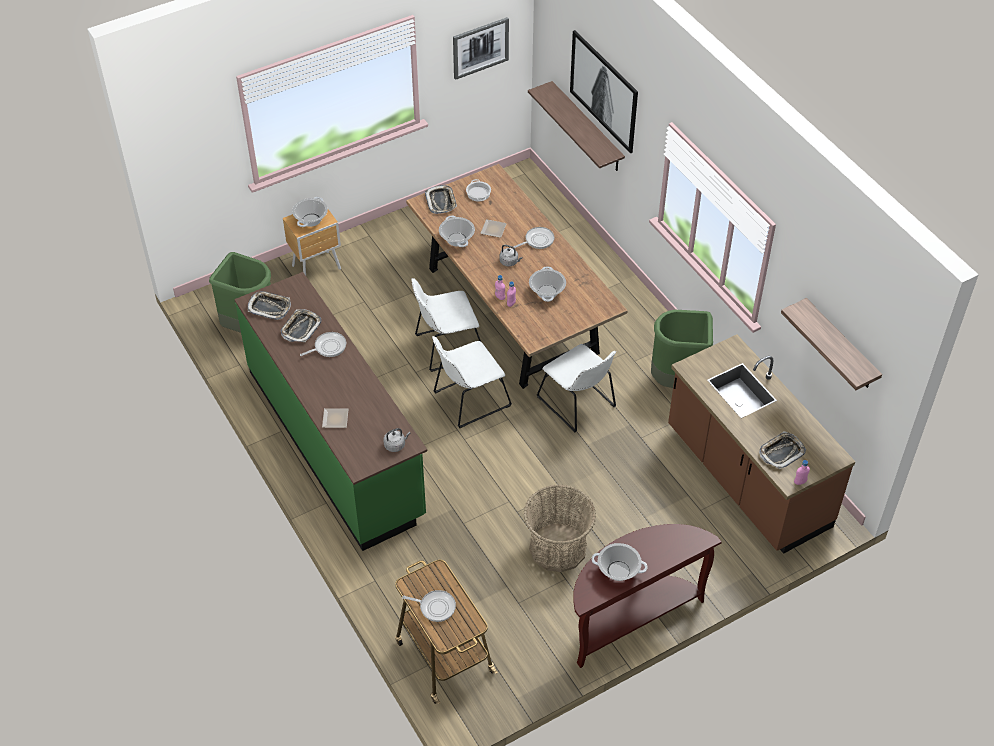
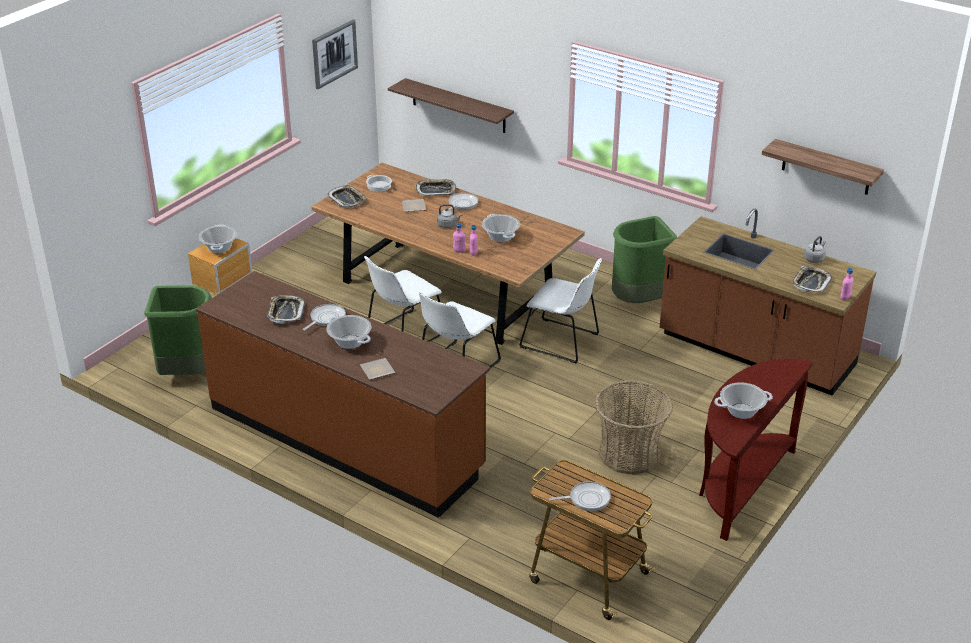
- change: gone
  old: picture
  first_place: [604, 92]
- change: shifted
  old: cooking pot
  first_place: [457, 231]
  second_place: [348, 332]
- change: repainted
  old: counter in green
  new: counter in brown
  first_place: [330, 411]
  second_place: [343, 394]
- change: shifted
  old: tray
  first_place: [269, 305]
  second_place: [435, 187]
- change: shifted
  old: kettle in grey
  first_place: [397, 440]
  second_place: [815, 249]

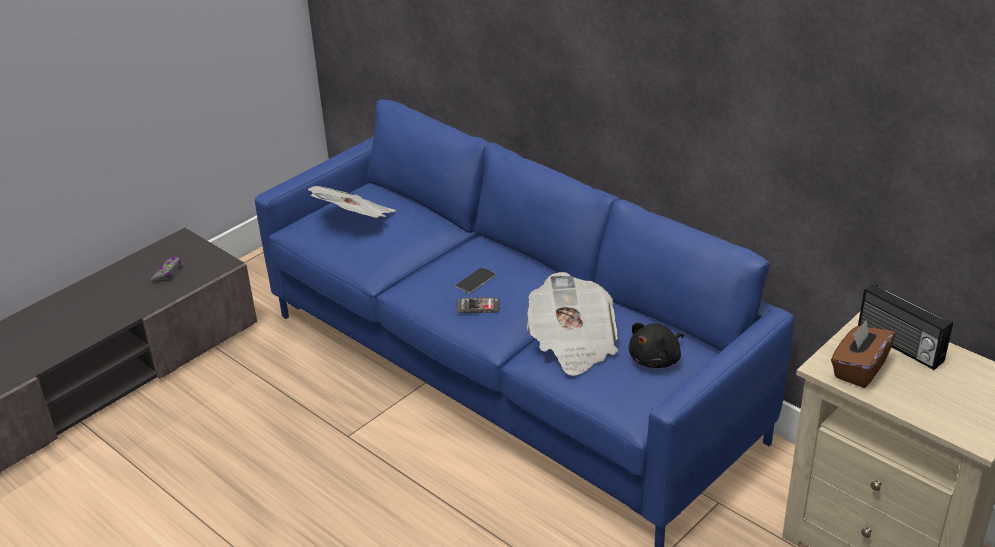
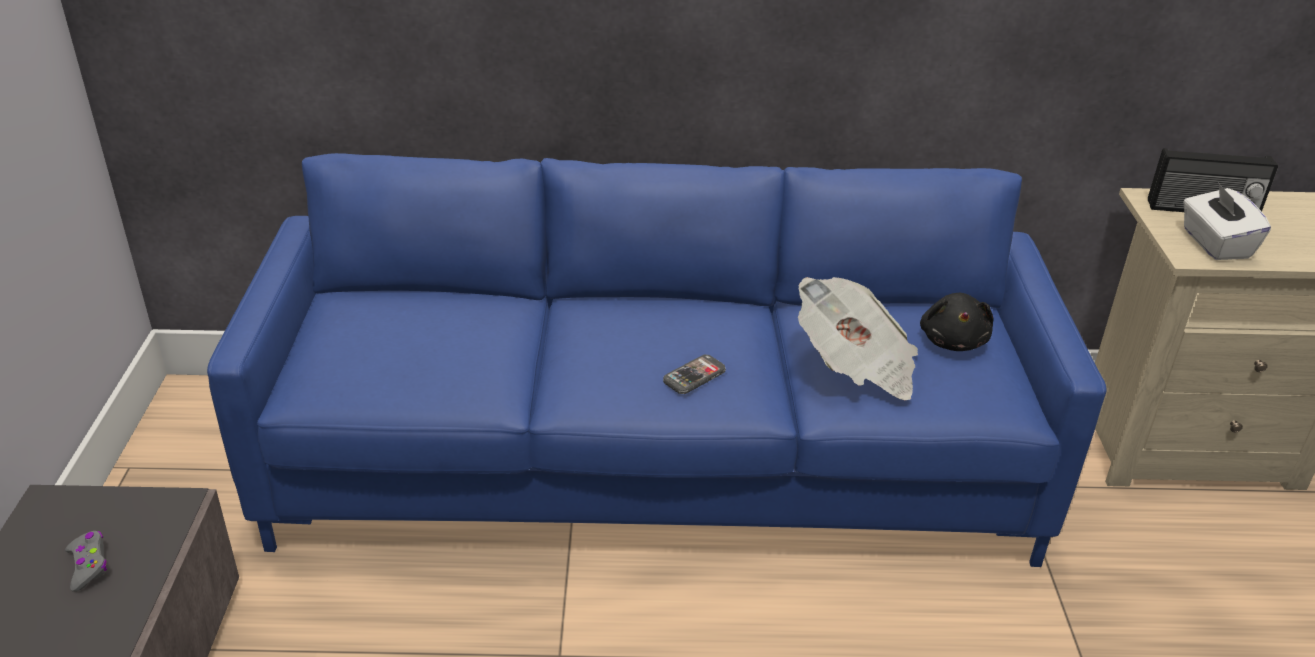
- change: gone
  old: newspaper
  first_place: [352, 202]
- change: gone
  old: phone
  first_place: [475, 280]
- change: repainted
  old: tissue box in brown
  new: tissue box in white
  first_place: [863, 354]
  second_place: [1227, 221]

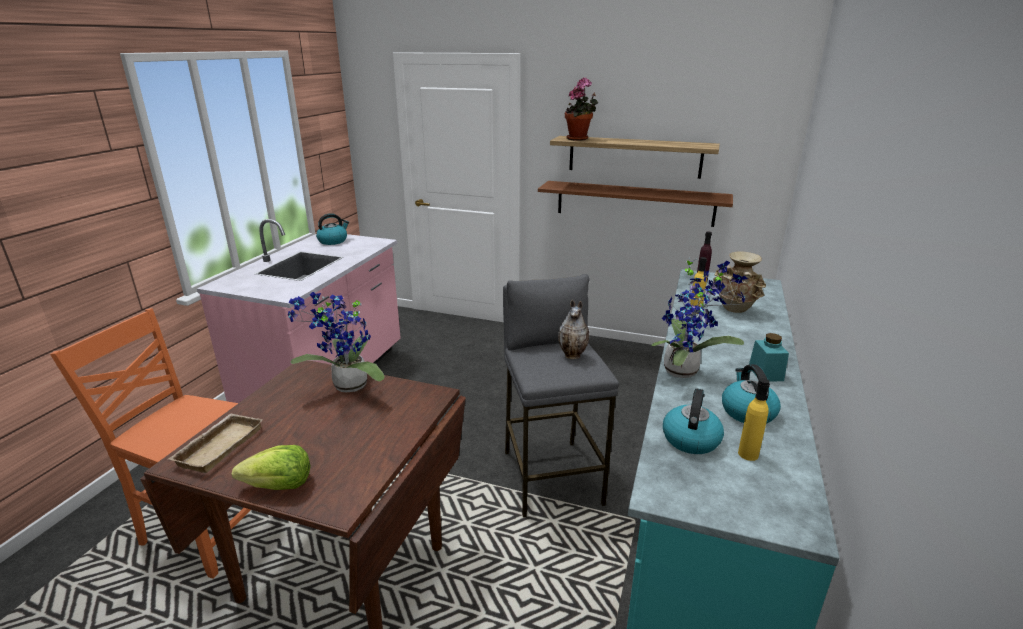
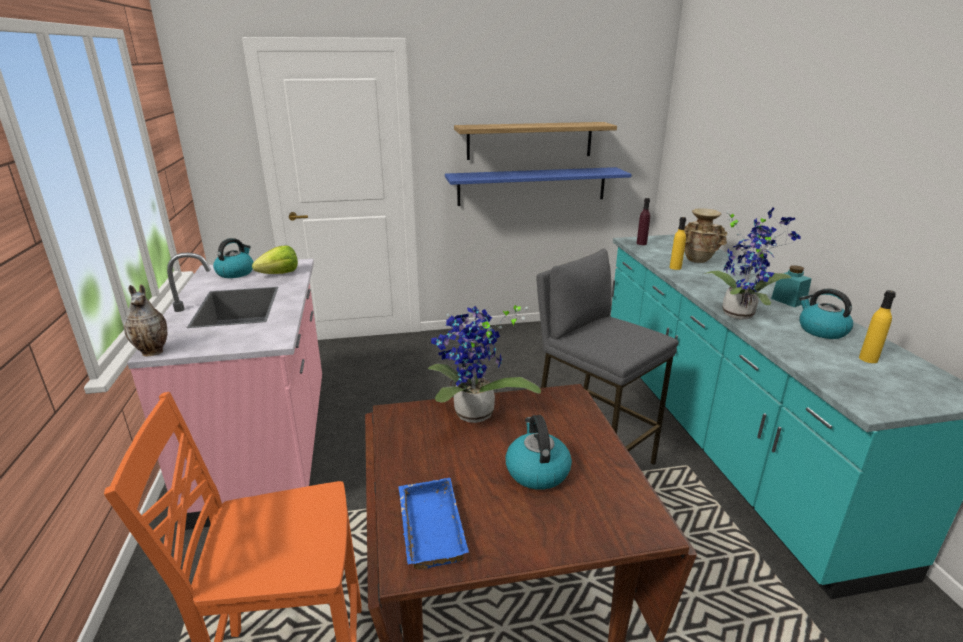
- change: gone
  old: potted plant
  first_place: [581, 109]
- change: repainted
  old: shelf in brown
  new: shelf in blue
  first_place: [635, 204]
  second_place: [538, 186]
- change: shifted
  old: vase
  first_place: [573, 329]
  second_place: [145, 320]
- change: shifted
  old: kettle
  first_place: [693, 421]
  second_place: [538, 452]
- change: repainted
  old: tray in beige
  new: tray in blue
  first_place: [215, 443]
  second_place: [434, 523]
- change: shifted
  old: lettuce
  first_place: [271, 467]
  second_place: [275, 259]

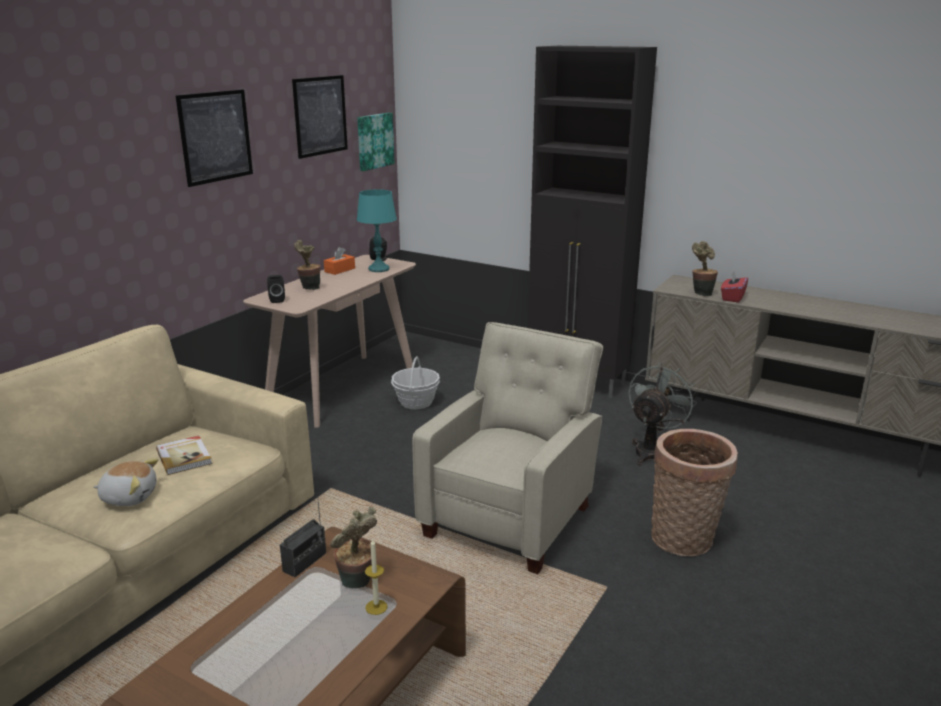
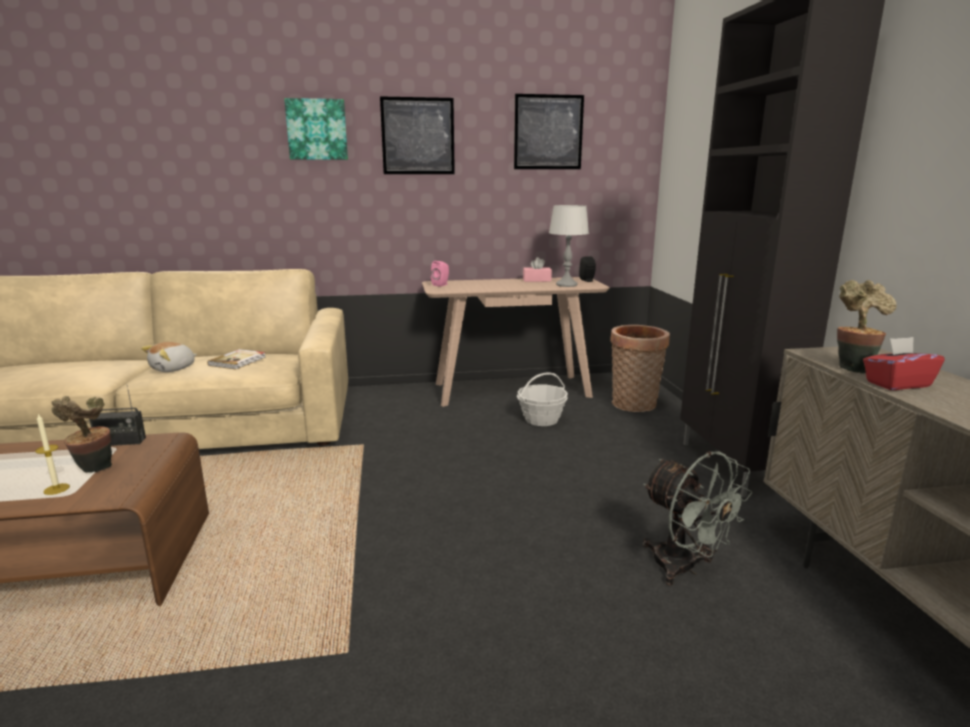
- change: shifted
  old: picture
  first_place: [376, 142]
  second_place: [316, 129]
- change: repainted
  old: table lamp in turquoise
  new: table lamp in grey
  first_place: [376, 230]
  second_place: [569, 246]
- change: gone
  old: potted plant
  first_place: [308, 265]
- change: repainted
  old: tissue box in orange
  new: tissue box in pink
  first_place: [339, 261]
  second_place: [537, 269]
- change: repainted
  old: speaker in black
  new: speaker in pink
  first_place: [276, 289]
  second_place: [440, 274]
- change: gone
  old: armchair in beige
  first_place: [507, 448]
- change: rotated
  old: fan in grey
  first_place: [662, 414]
  second_place: [698, 518]
  degrees: 60
- change: shifted
  old: basket
  first_place: [694, 492]
  second_place: [640, 368]
- change: rotated
  old: plush toy
  first_place: [126, 482]
  second_place: [169, 357]
  degrees: 75

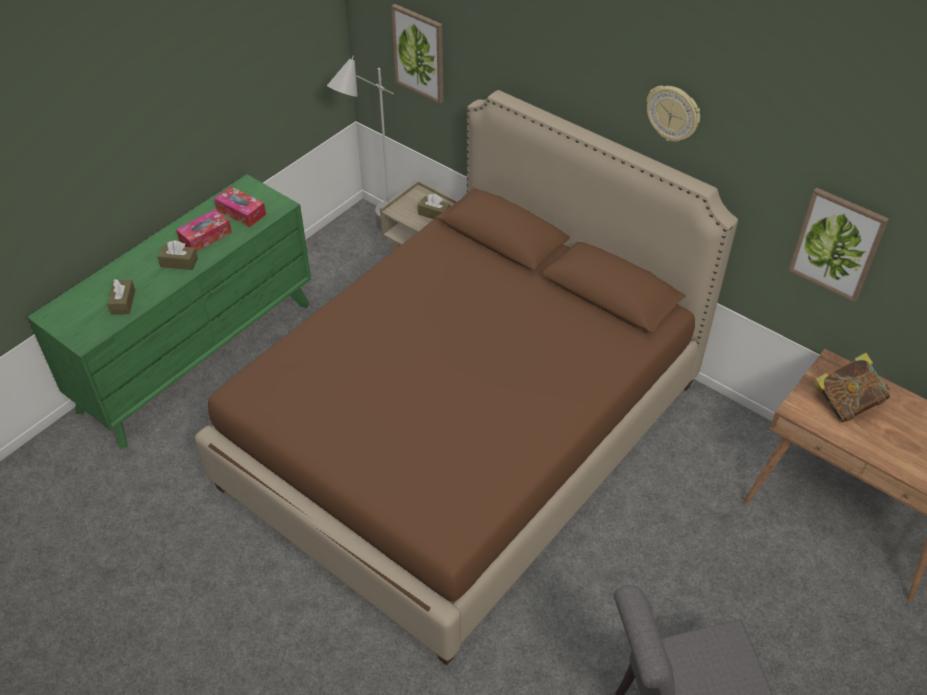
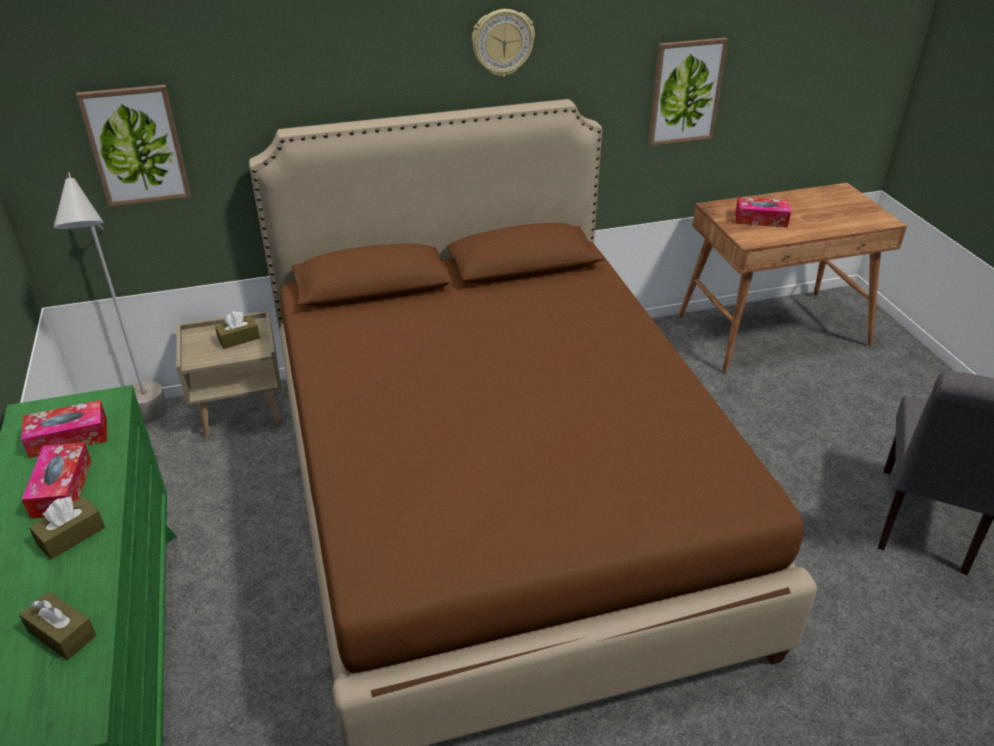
- change: swapped
  old: book
  new: tissue box
  first_place: [851, 387]
  second_place: [763, 212]

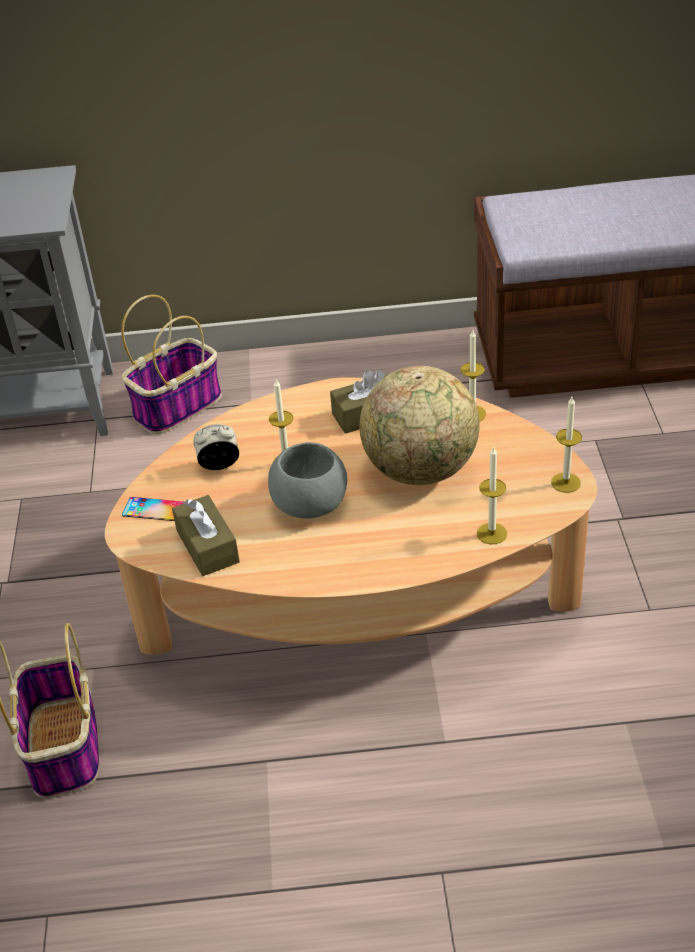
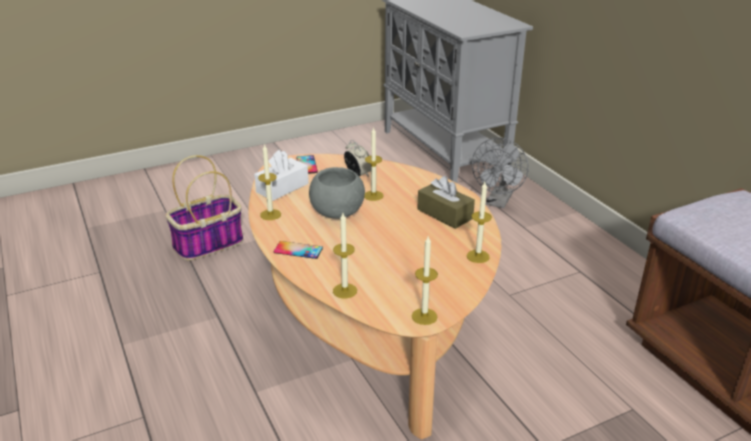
- change: swapped
  old: basket
  new: fan in grey
  first_place: [171, 364]
  second_place: [500, 173]
- change: gone
  old: globe
  first_place: [419, 425]
- change: repainted
  old: tissue box in brown
  new: tissue box in white
  first_place: [206, 535]
  second_place: [281, 175]
- change: new
  new: candle
  second_place: [269, 182]
- change: new
  new: phone
  second_place: [298, 250]

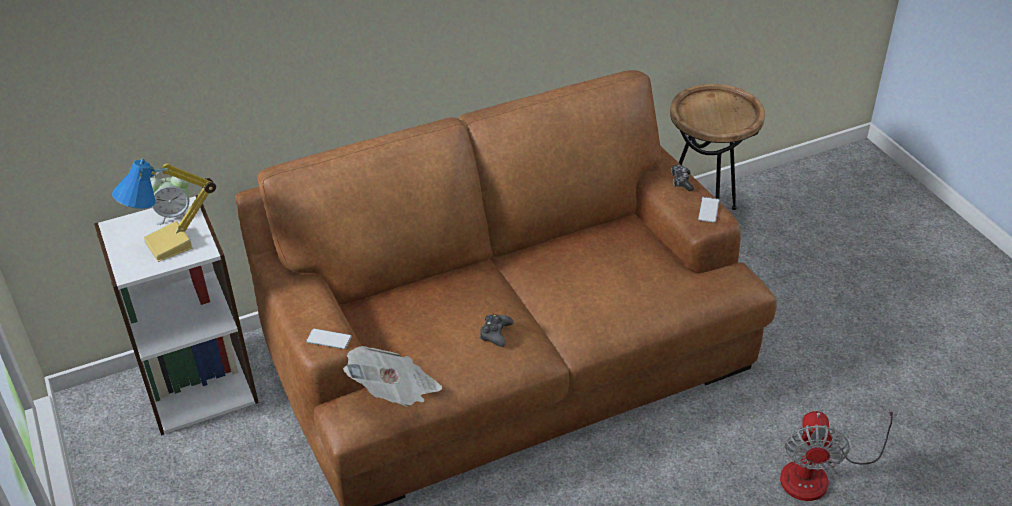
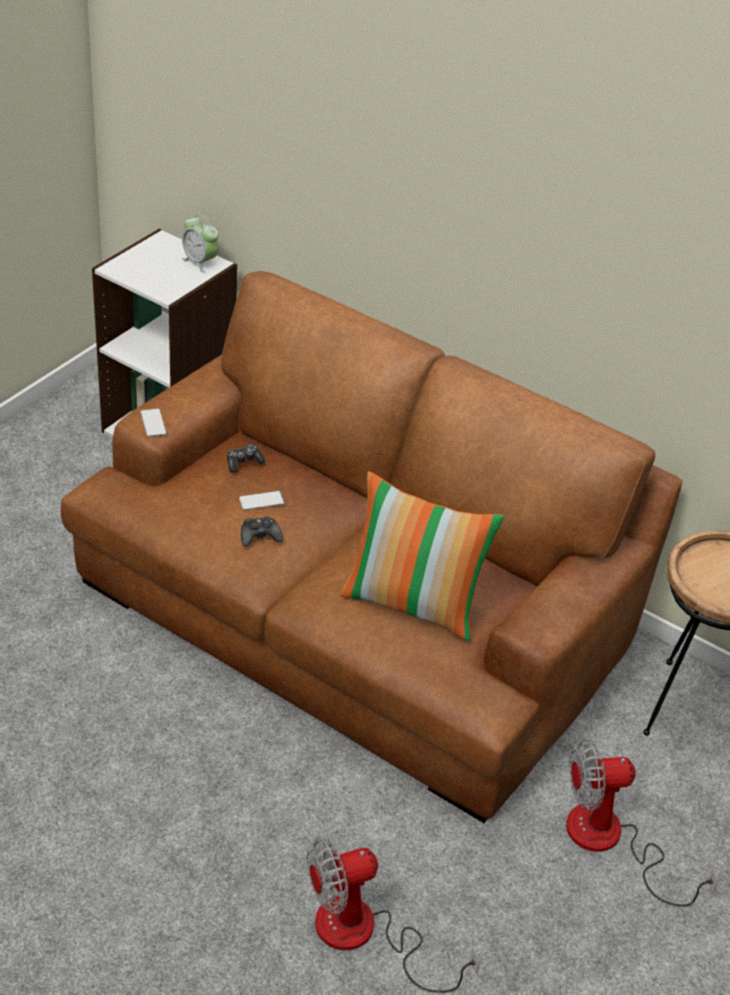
- change: gone
  old: table lamp
  first_place: [164, 210]
- change: shifted
  old: game controller
  first_place: [682, 177]
  second_place: [246, 458]
- change: shifted
  old: phone
  first_place: [708, 209]
  second_place: [262, 500]
- change: gone
  old: newspaper
  first_place: [392, 376]
- change: new
  new: pillow
  second_place: [422, 556]
- change: new
  new: fan
  second_place: [642, 823]

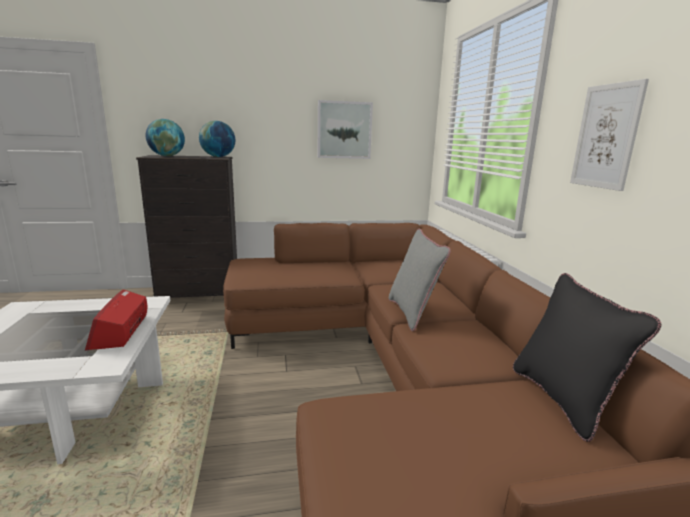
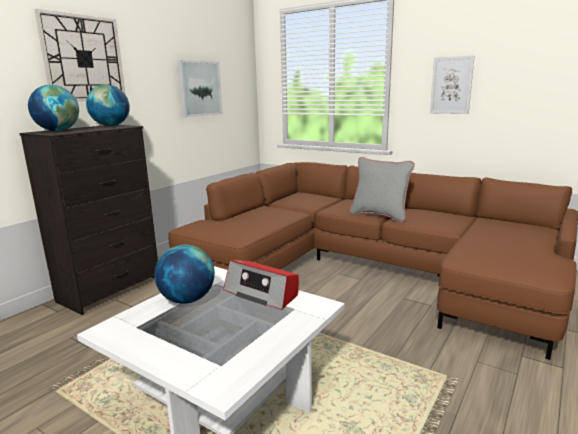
- change: gone
  old: pillow in black
  first_place: [587, 357]
- change: new
  new: wall clock
  second_place: [80, 55]
- change: new
  new: globe
  second_place: [184, 274]

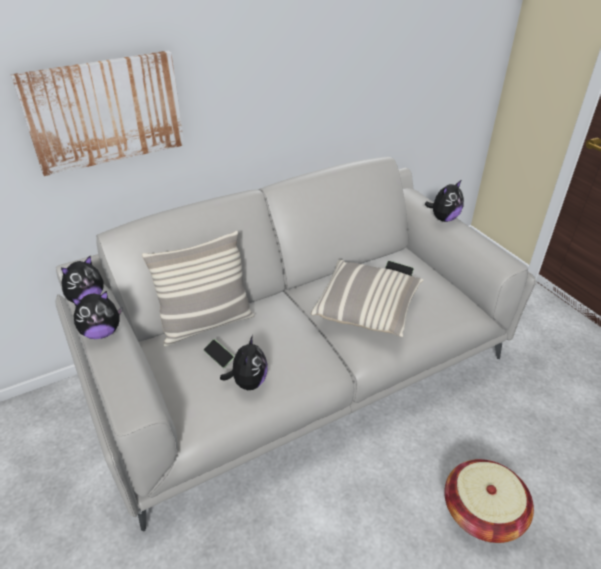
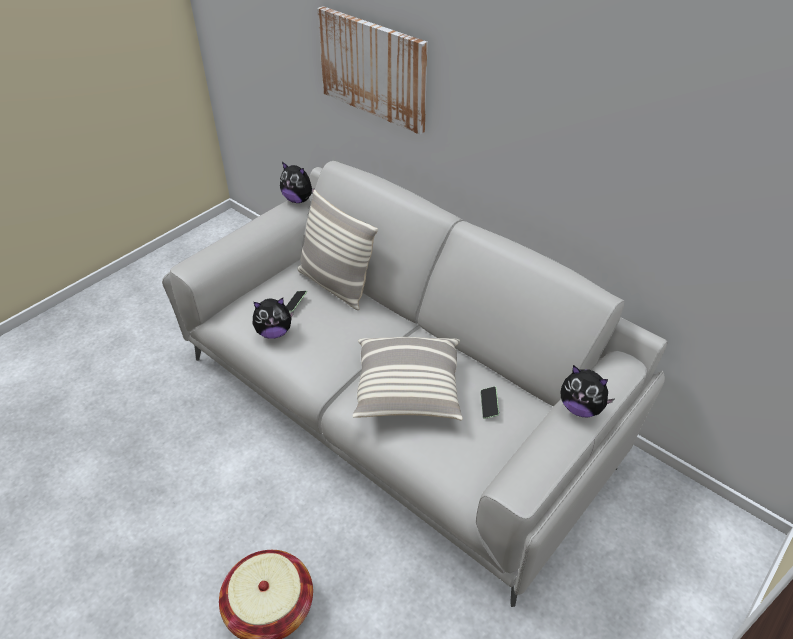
- change: gone
  old: plush toy
  first_place: [97, 315]

